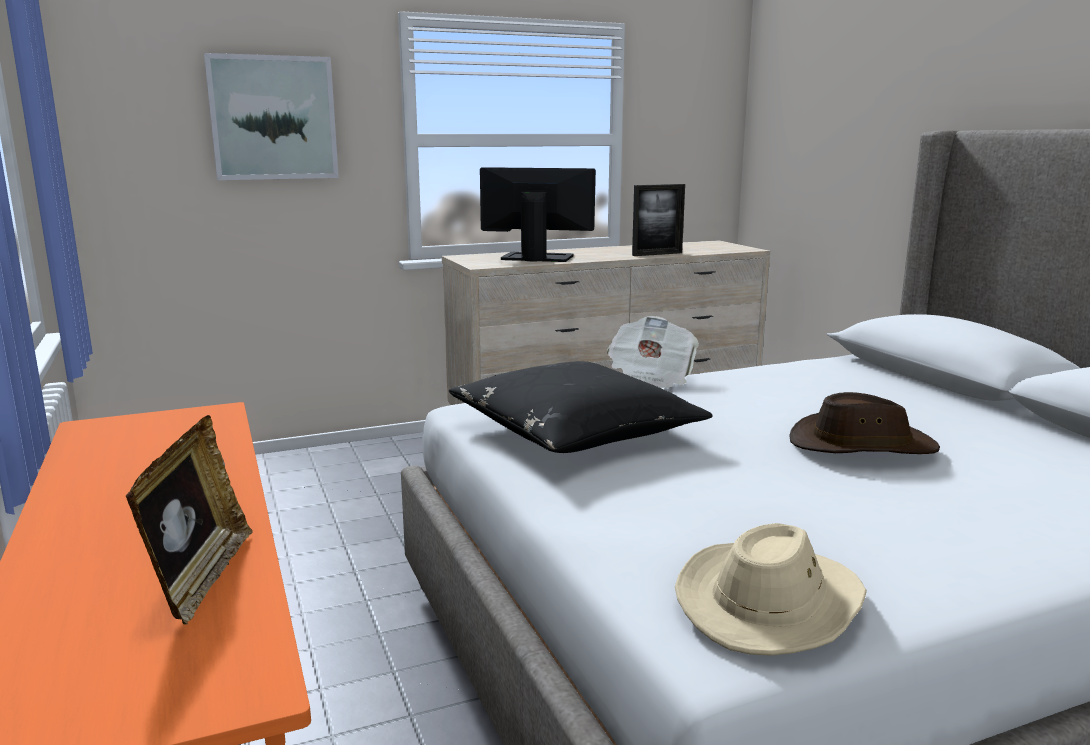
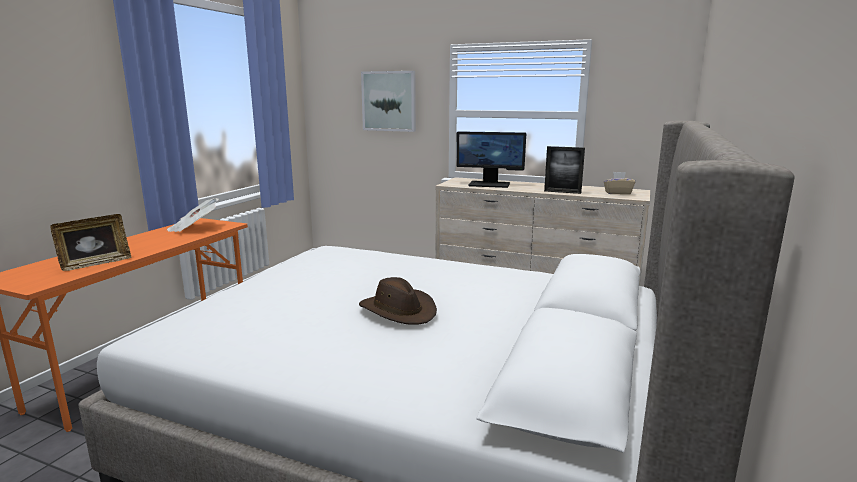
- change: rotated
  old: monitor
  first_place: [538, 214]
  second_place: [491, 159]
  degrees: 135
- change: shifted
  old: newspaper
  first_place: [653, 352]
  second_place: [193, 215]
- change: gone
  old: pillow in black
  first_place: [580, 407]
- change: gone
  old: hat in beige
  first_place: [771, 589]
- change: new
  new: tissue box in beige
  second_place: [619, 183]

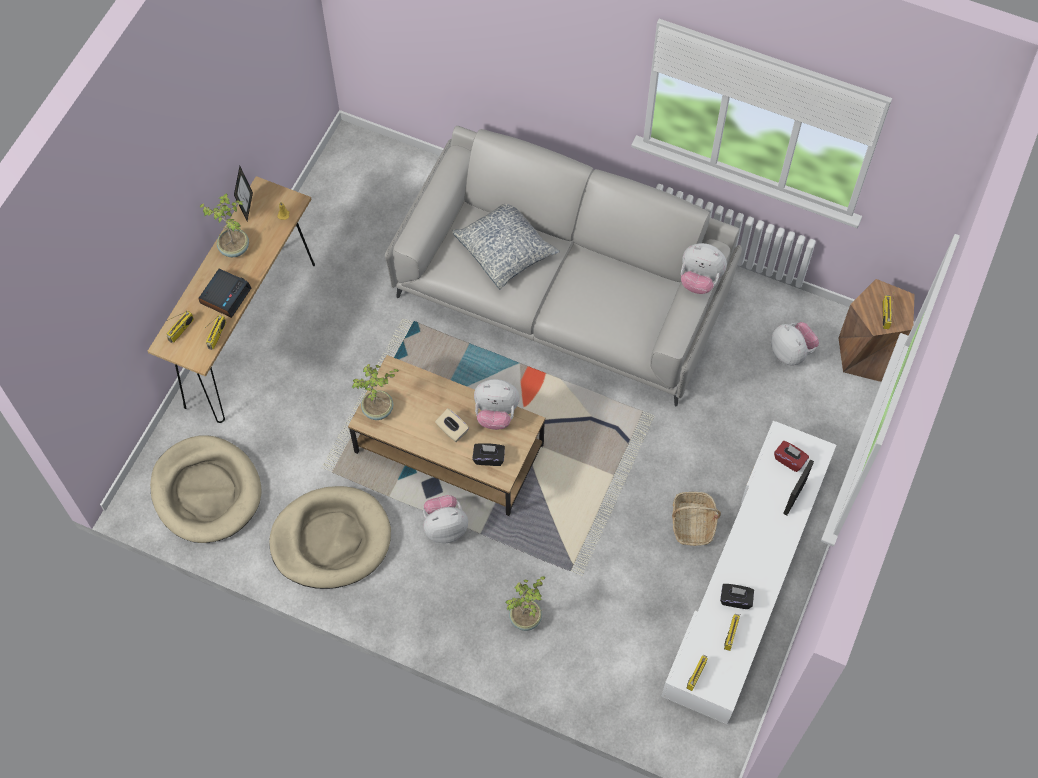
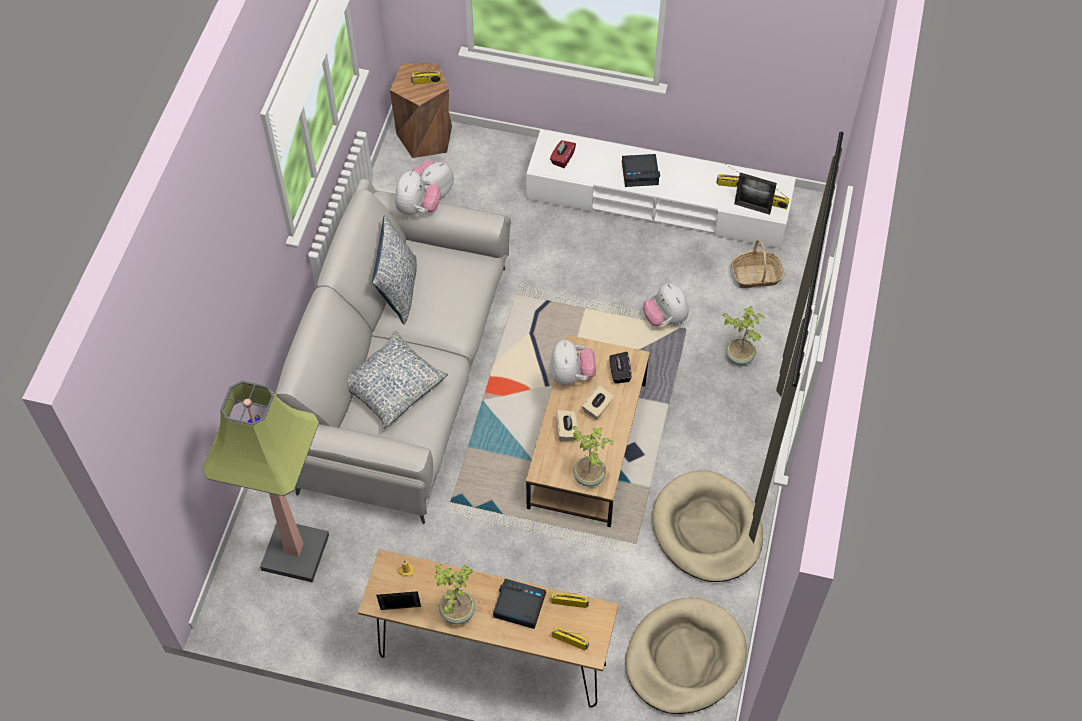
- change: shifted
  old: picture frame
  first_place: [798, 488]
  second_place: [755, 193]
- change: shifted
  old: basket
  first_place: [696, 519]
  second_place: [758, 264]
- change: shifted
  old: plush toy
  first_place: [445, 519]
  second_place: [666, 304]
- change: gone
  old: tissue box in black
  first_place: [737, 596]
- change: new
  new: alarm clock
  second_place: [641, 170]
- change: new
  new: pillow
  second_place: [394, 269]
- change: new
  new: floor lamp
  second_place: [265, 482]
- change: new
  new: tissue box in beige
  second_place: [567, 425]

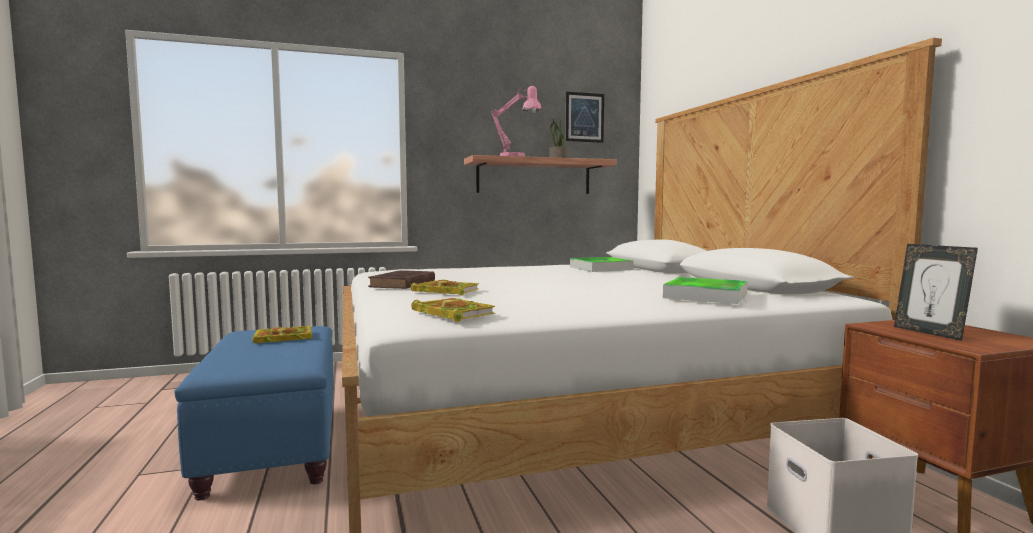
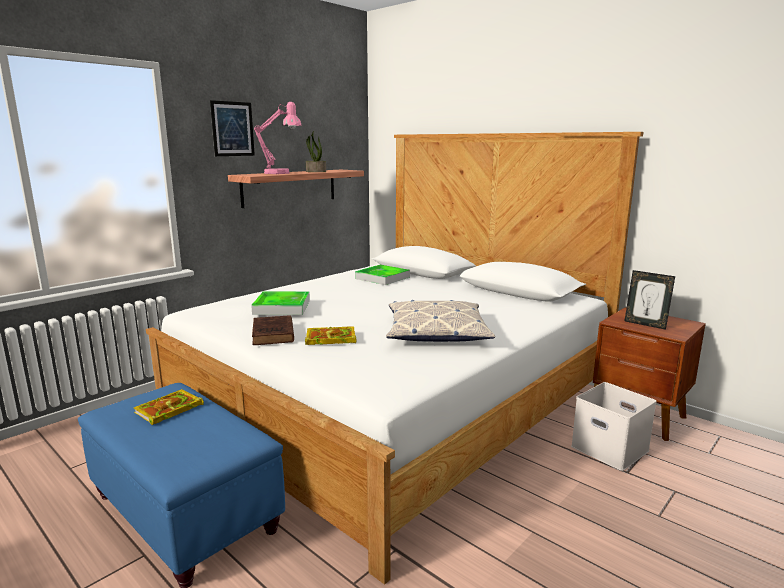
- change: shifted
  old: picture
  first_place: [585, 117]
  second_place: [232, 128]
- change: shifted
  old: tray
  first_place: [705, 290]
  second_place: [280, 303]
- change: gone
  old: book
  first_place: [453, 310]
- change: new
  new: pillow
  second_place: [440, 321]

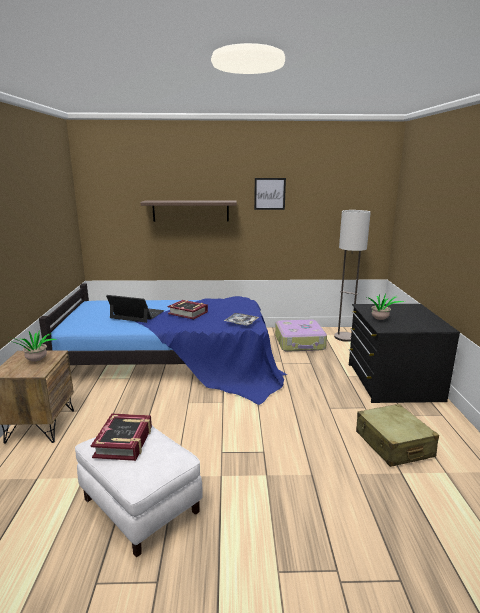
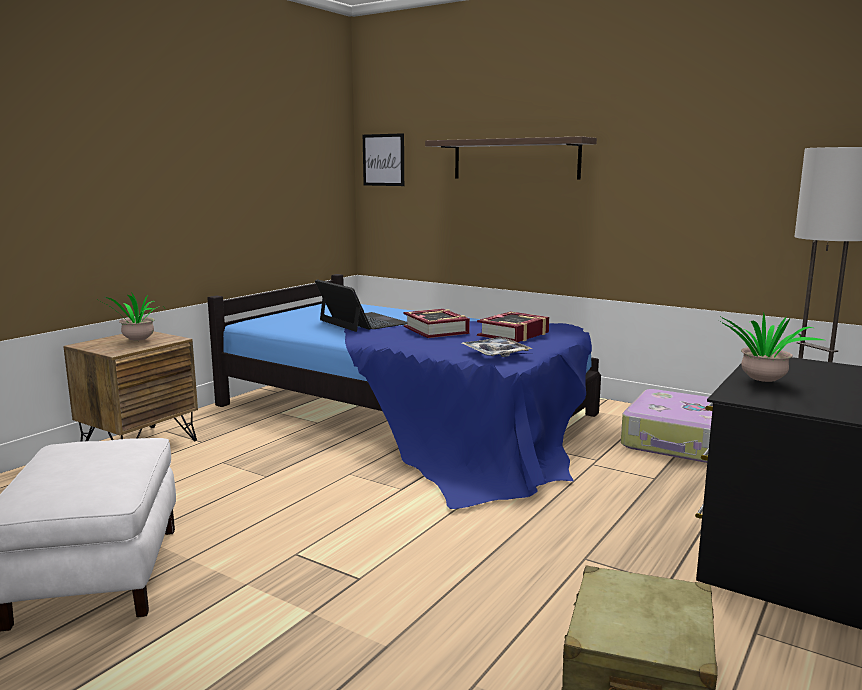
- change: shifted
  old: picture
  first_place: [270, 194]
  second_place: [383, 159]
- change: shifted
  old: book
  first_place: [121, 437]
  second_place: [513, 326]

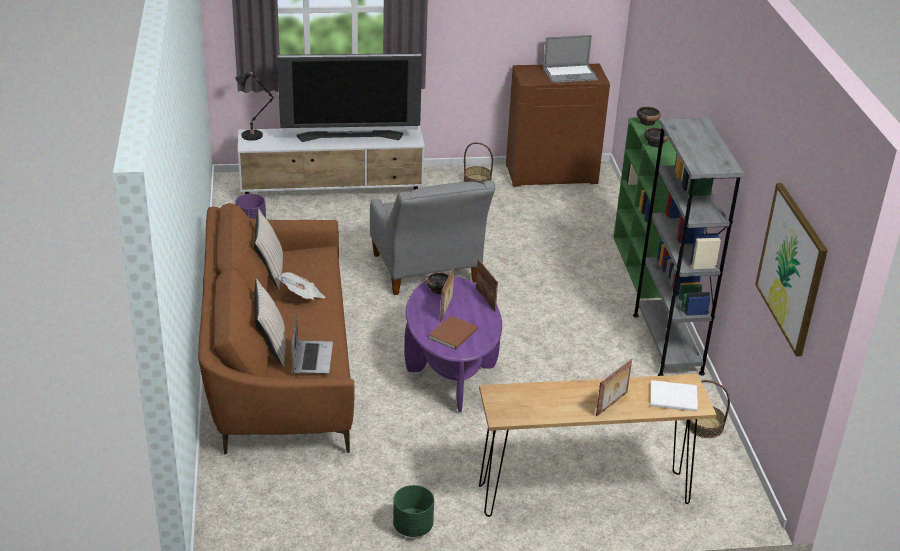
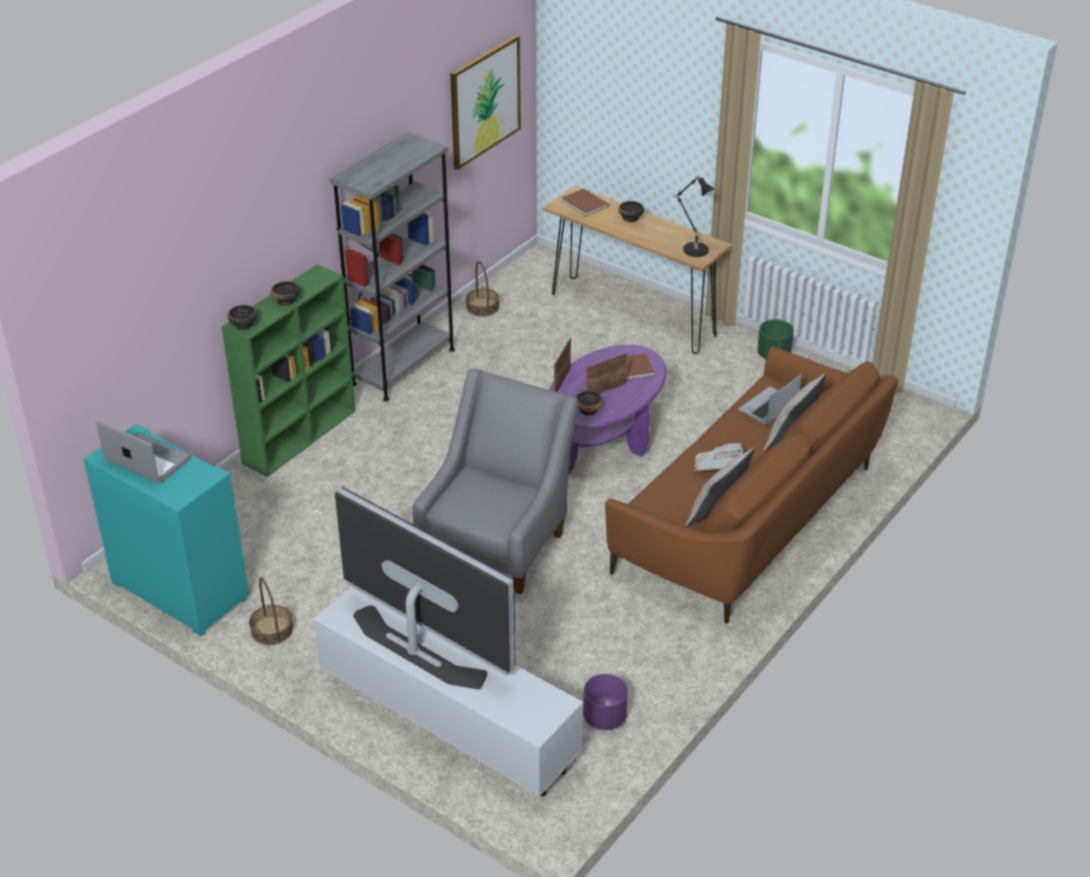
- change: repainted
  old: cabinet in brown
  new: cabinet in turquoise
  first_place: [558, 125]
  second_place: [166, 530]
- change: shifted
  old: table lamp in black
  first_place: [255, 106]
  second_place: [695, 216]
- change: swapped
  old: picture frame
  new: bowl
  first_place: [614, 387]
  second_place: [631, 211]
- change: repainted
  old: book in white
  new: book in brown
  first_place: [674, 395]
  second_place: [585, 203]

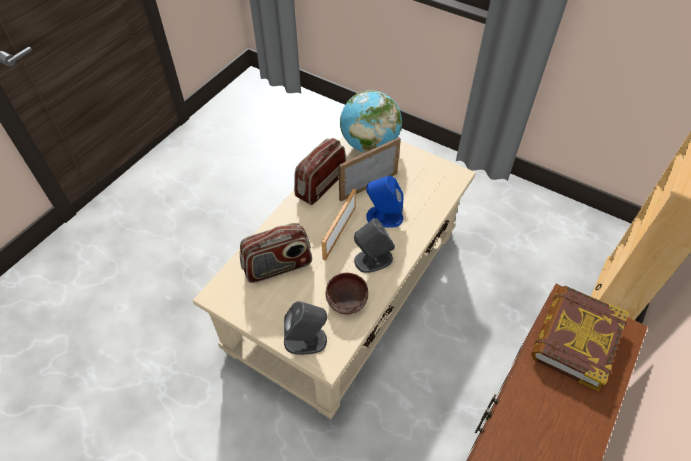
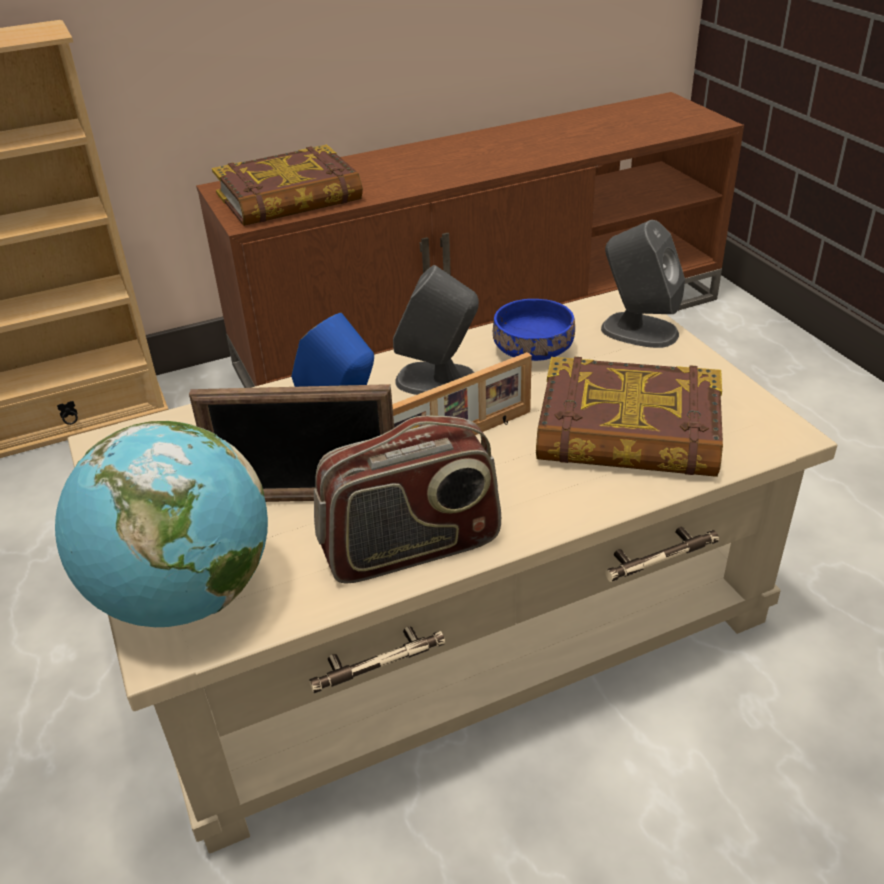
- change: swapped
  old: radio
  new: book
  first_place: [276, 253]
  second_place: [629, 417]
- change: repainted
  old: bowl in brown
  new: bowl in blue
  first_place: [347, 293]
  second_place: [534, 330]

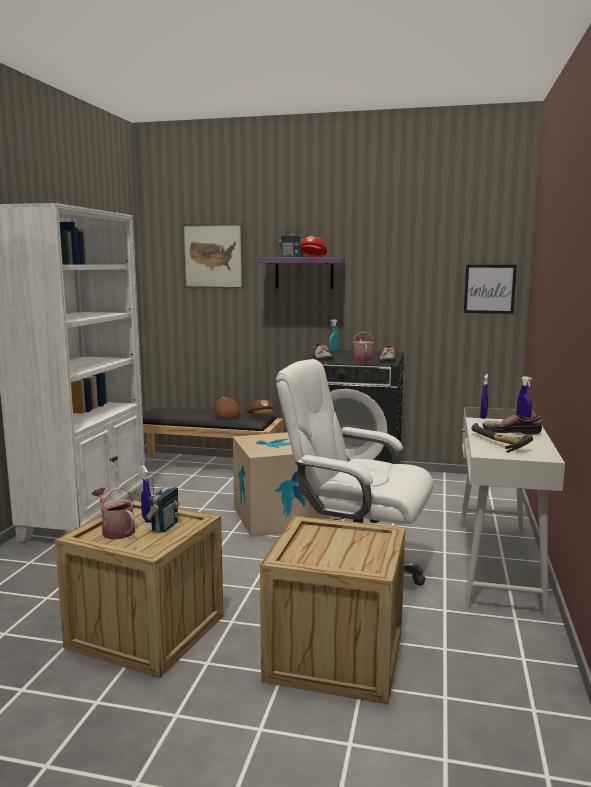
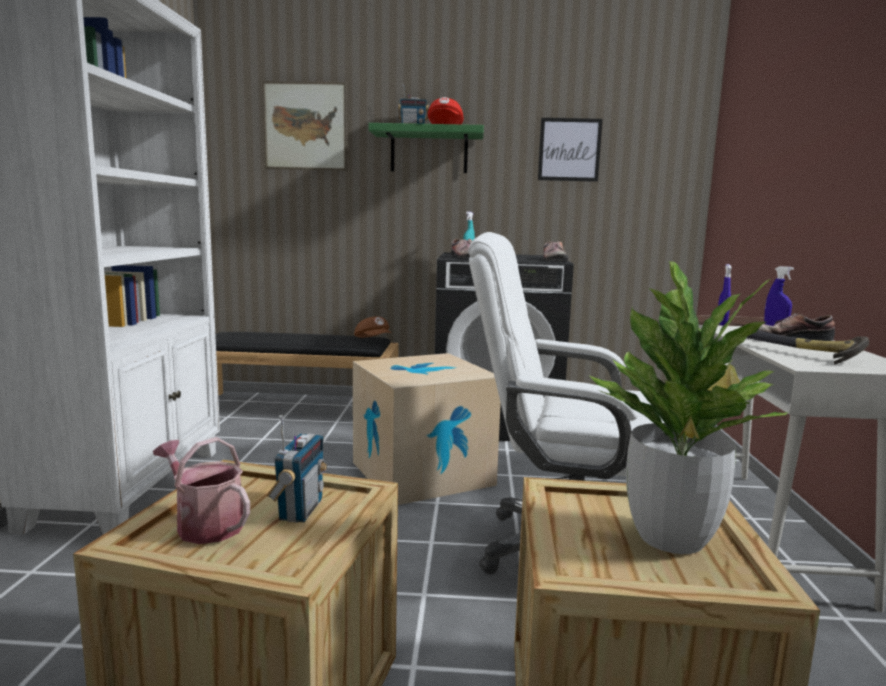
- change: repainted
  old: shelf in purple
  new: shelf in green
  first_place: [300, 273]
  second_place: [426, 148]
- change: shifted
  old: picture
  first_place: [490, 289]
  second_place: [570, 150]
- change: gone
  old: watering can
  first_place: [363, 347]
- change: gone
  old: cap in brown
  first_place: [227, 408]
- change: gone
  old: spray bottle in blue
  first_place: [146, 494]
- change: new
  new: potted plant
  second_place: [688, 407]

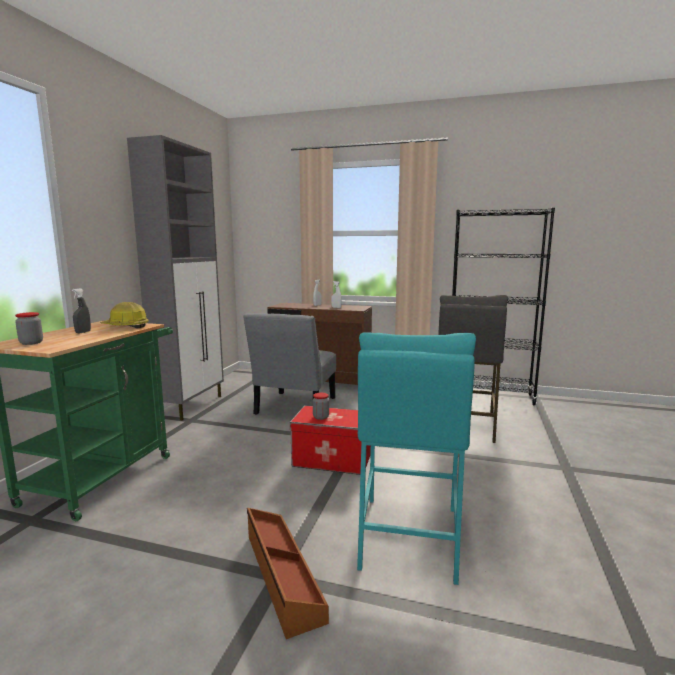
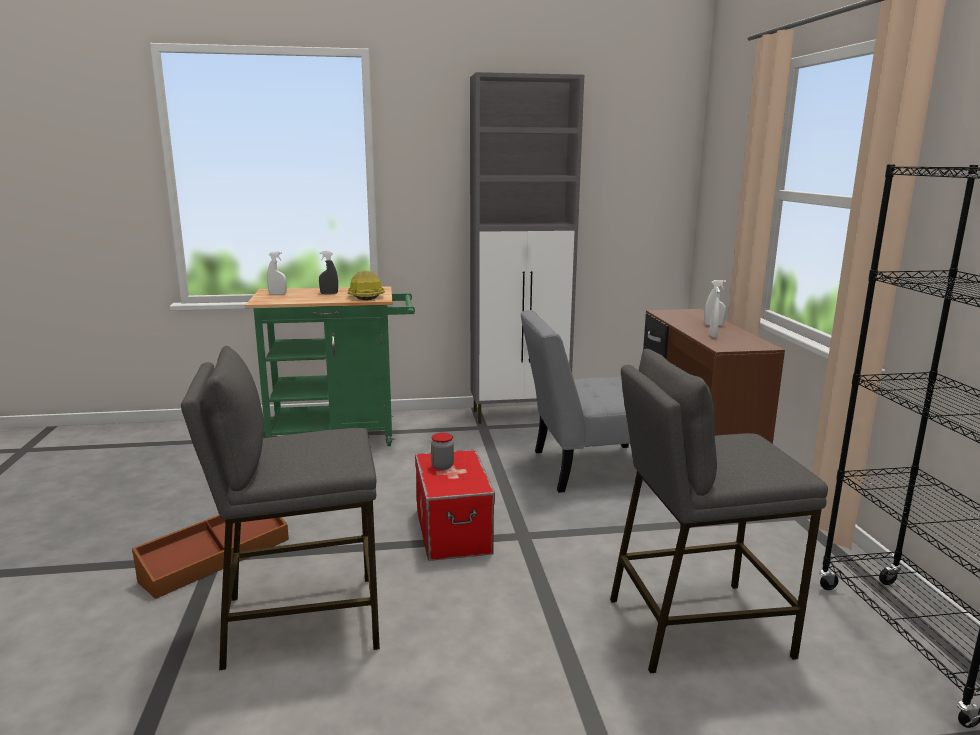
- change: swapped
  old: jar
  new: spray bottle in white
  first_place: [29, 328]
  second_place: [277, 273]
- change: repainted
  old: stool in turquoise
  new: stool in grey
  first_place: [416, 458]
  second_place: [280, 508]

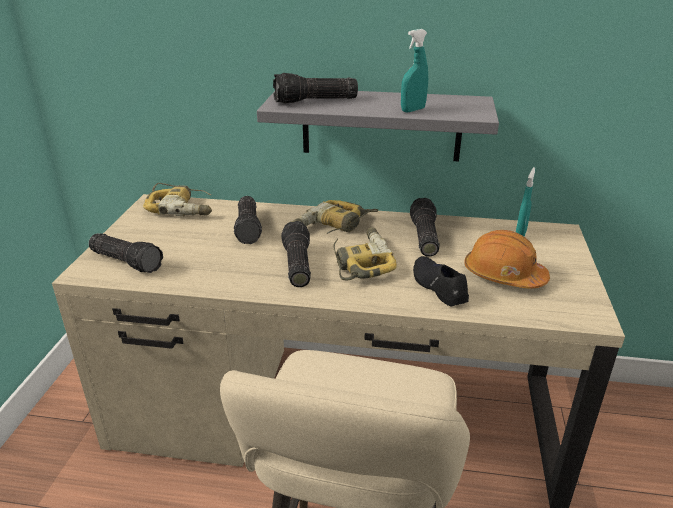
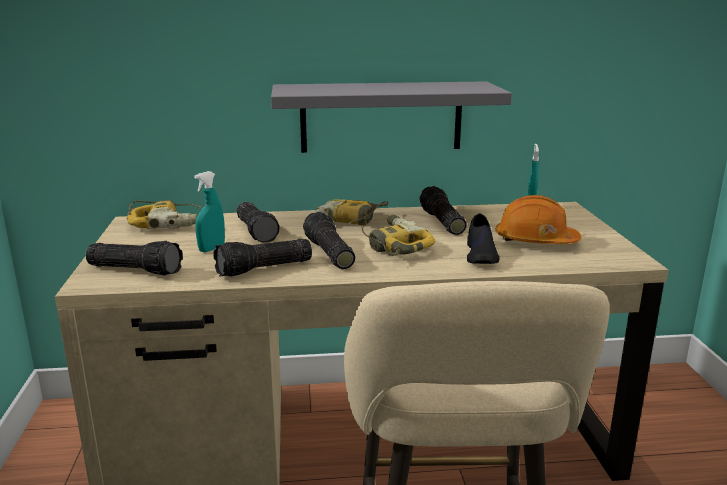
- change: shifted
  old: spray bottle in turquoise
  first_place: [414, 71]
  second_place: [209, 211]
- change: shifted
  old: flashlight
  first_place: [315, 88]
  second_place: [263, 258]
- change: rotated
  old: shoe in black
  first_place: [441, 281]
  second_place: [483, 238]
  degrees: -135

